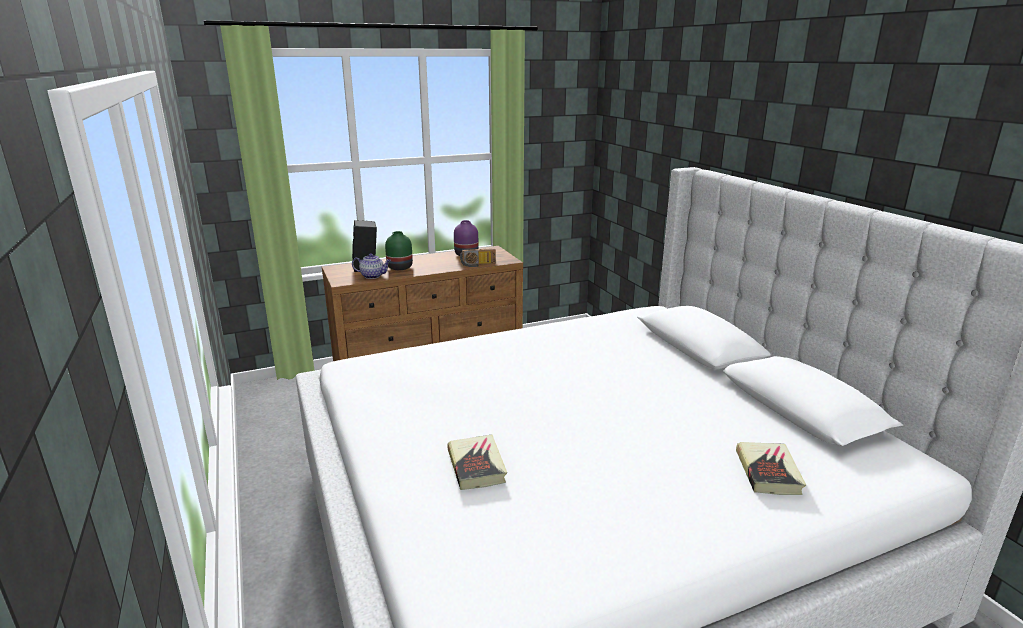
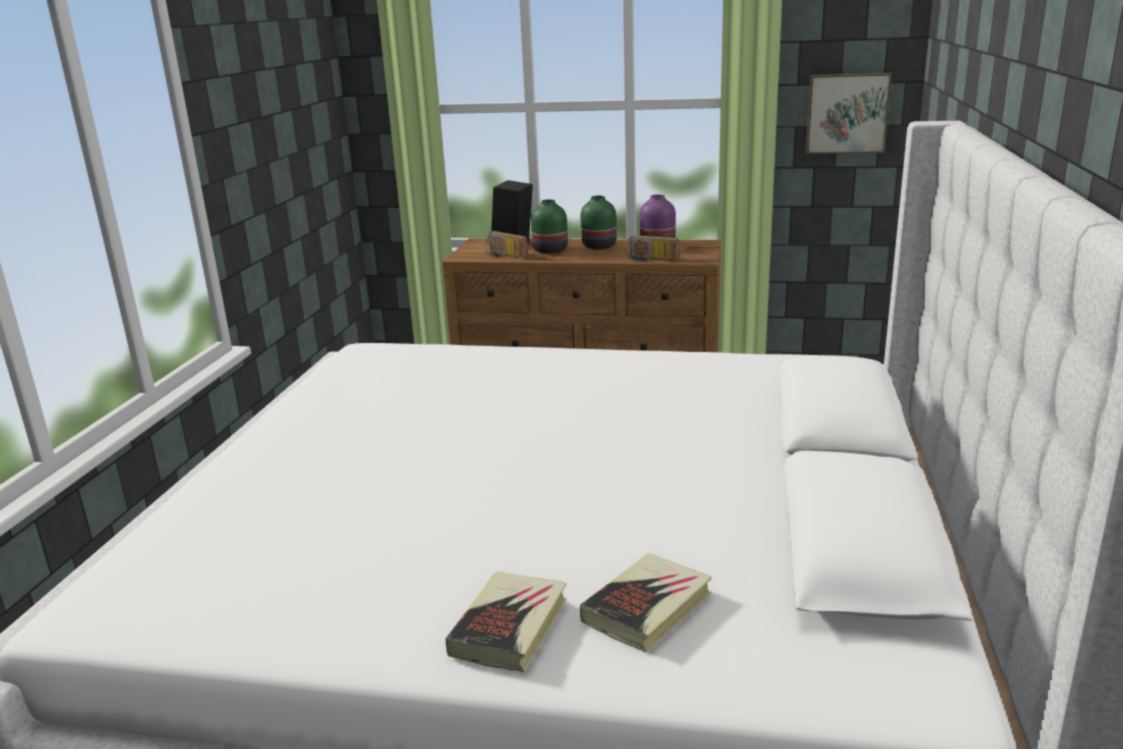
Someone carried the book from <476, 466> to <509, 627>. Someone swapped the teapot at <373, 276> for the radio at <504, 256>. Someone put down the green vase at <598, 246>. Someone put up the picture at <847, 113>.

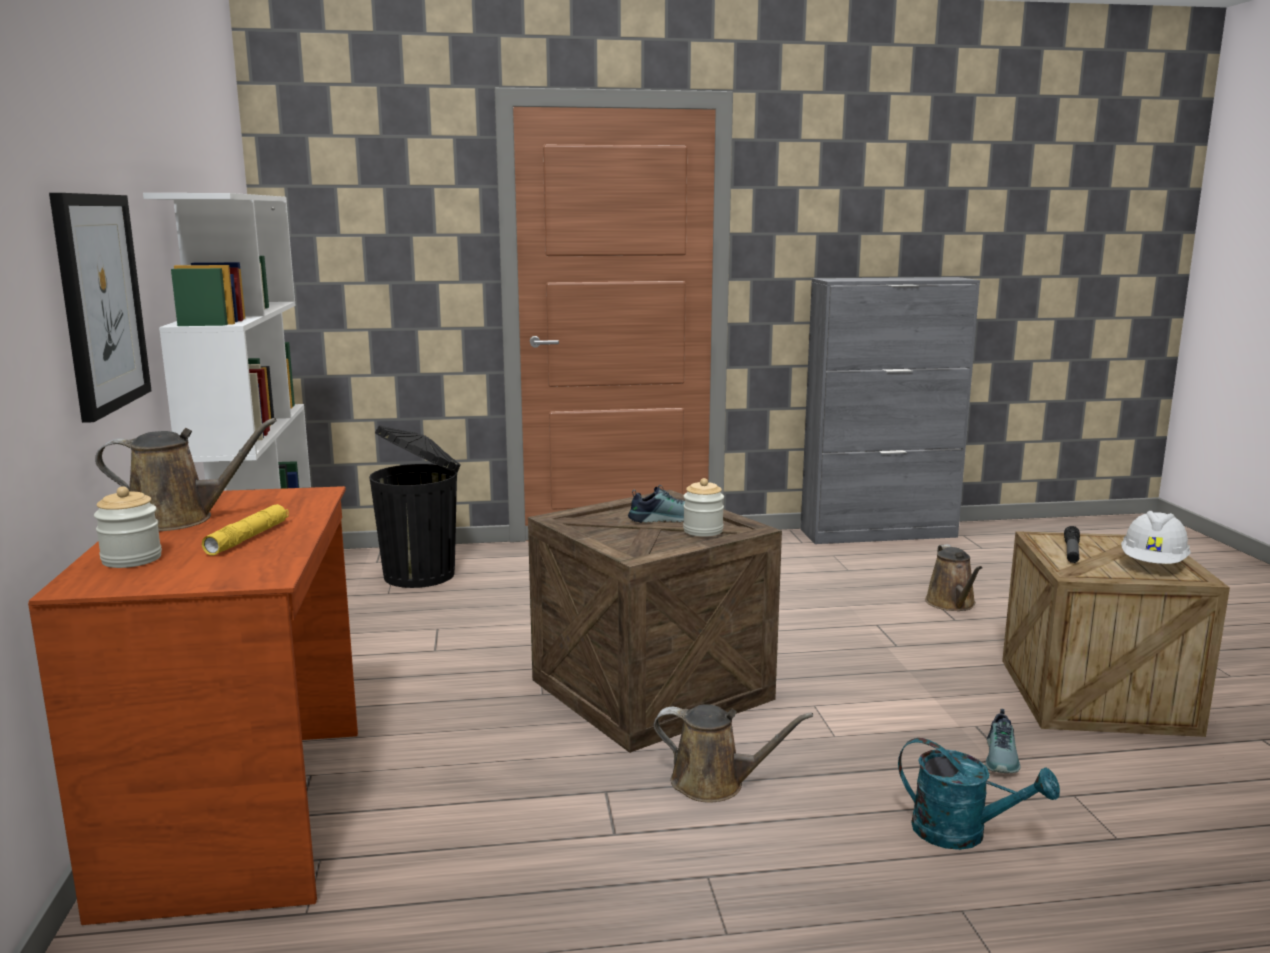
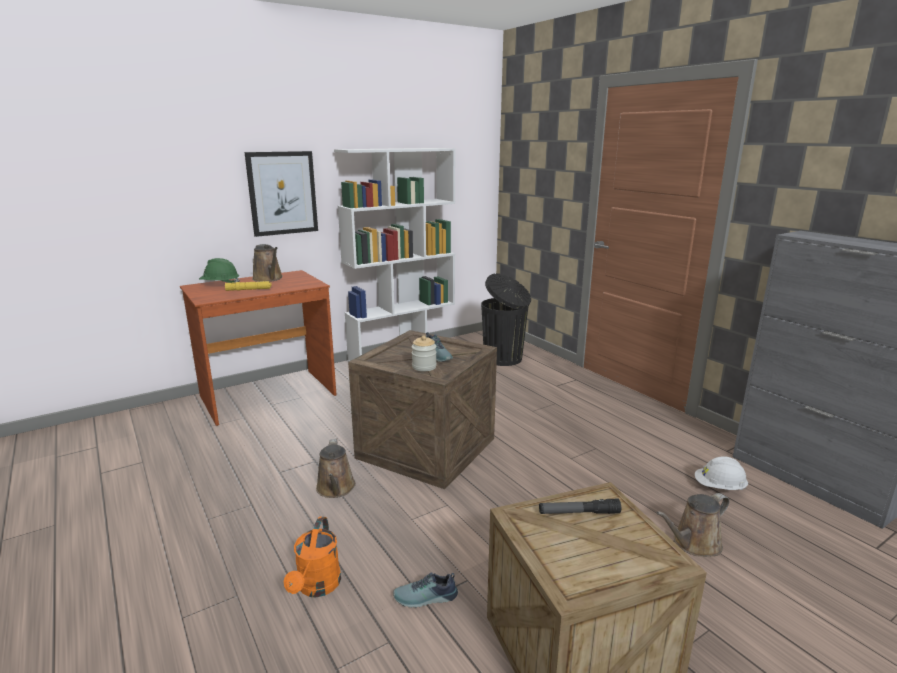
Someone swapped the jar at <132, 559> for the green hard hat at <220, 284>. Someone repainted the turquoise watering can at <962, 833>, which became the orange watering can at <317, 587>. Someone carried the white hard hat from <1153, 565> to <719, 487>.

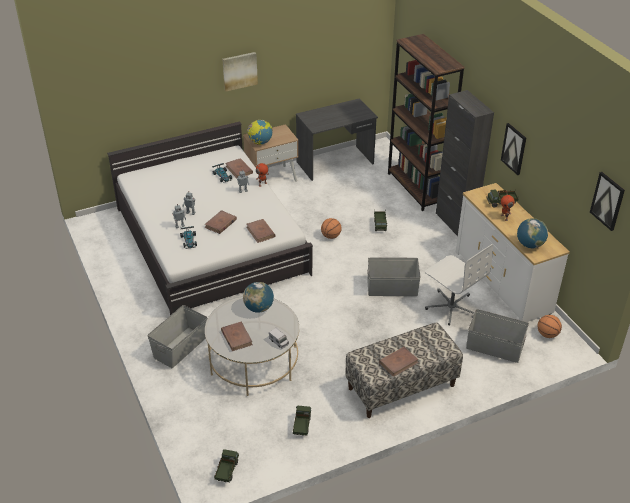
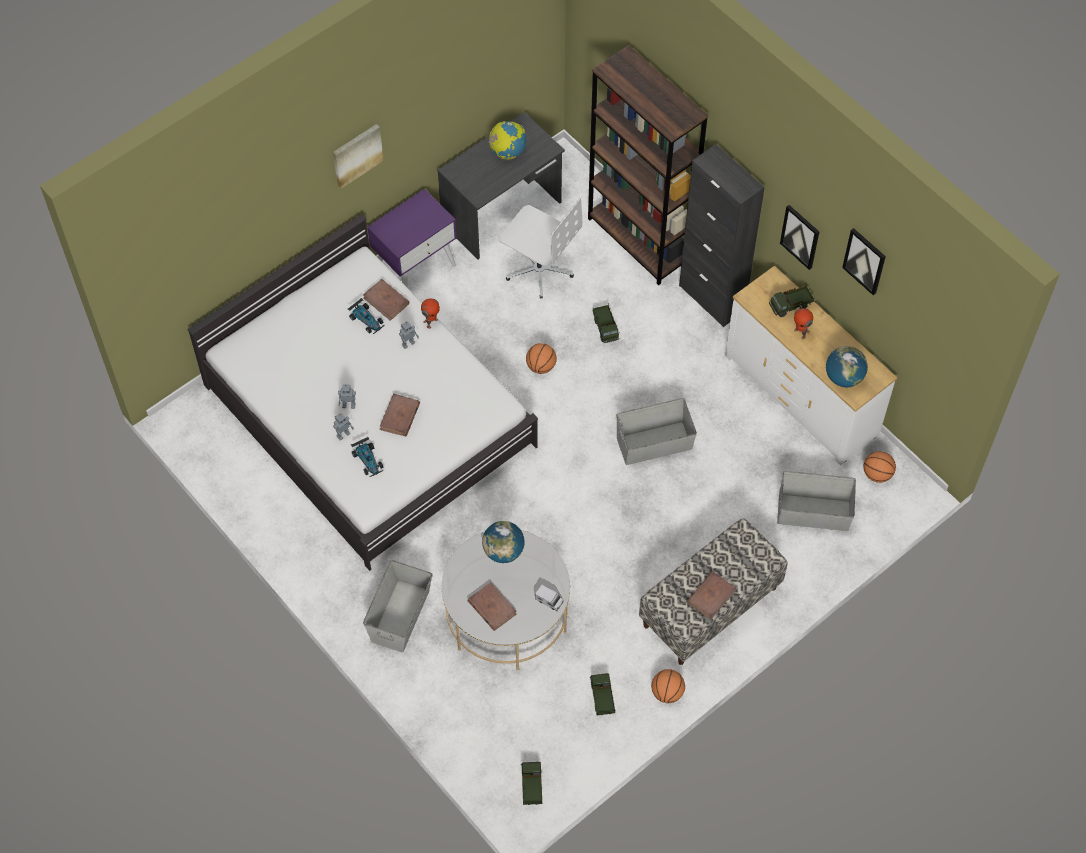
Someone repainted the beige nightstand at <272, 178>, which became the purple nightstand at <416, 267>. Someone carried the globe from <260, 142> to <507, 152>. Someone carried the white office chair from <451, 307> to <539, 269>. Someone put down the basketball at <667, 692>. Someone carried the picture from <607, 201> to <865, 260>. Someone took away the brown book at <260, 232>.

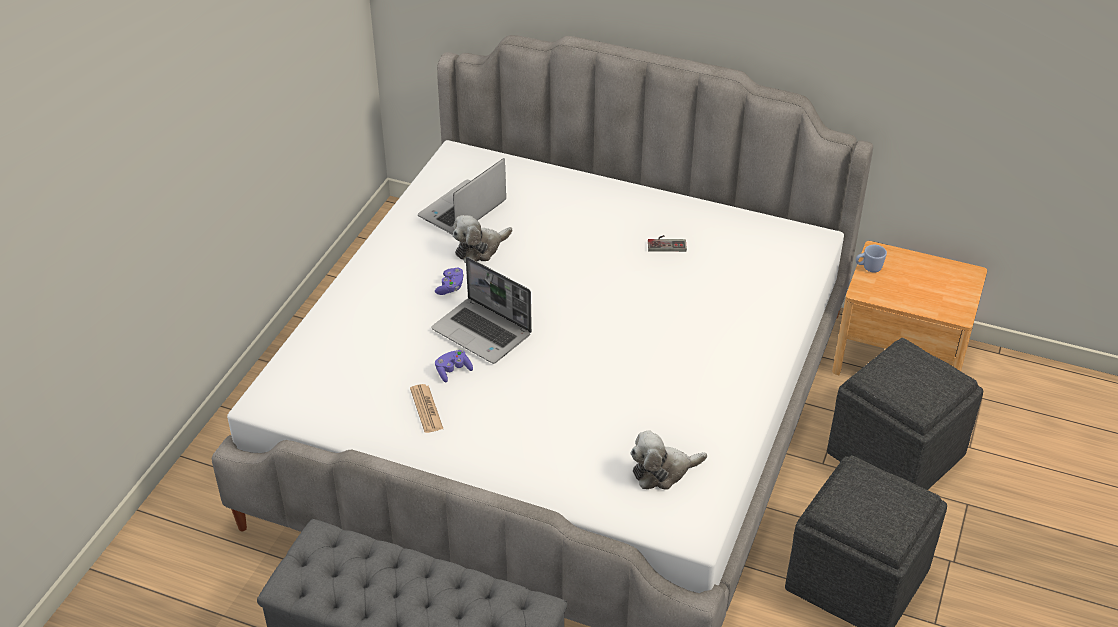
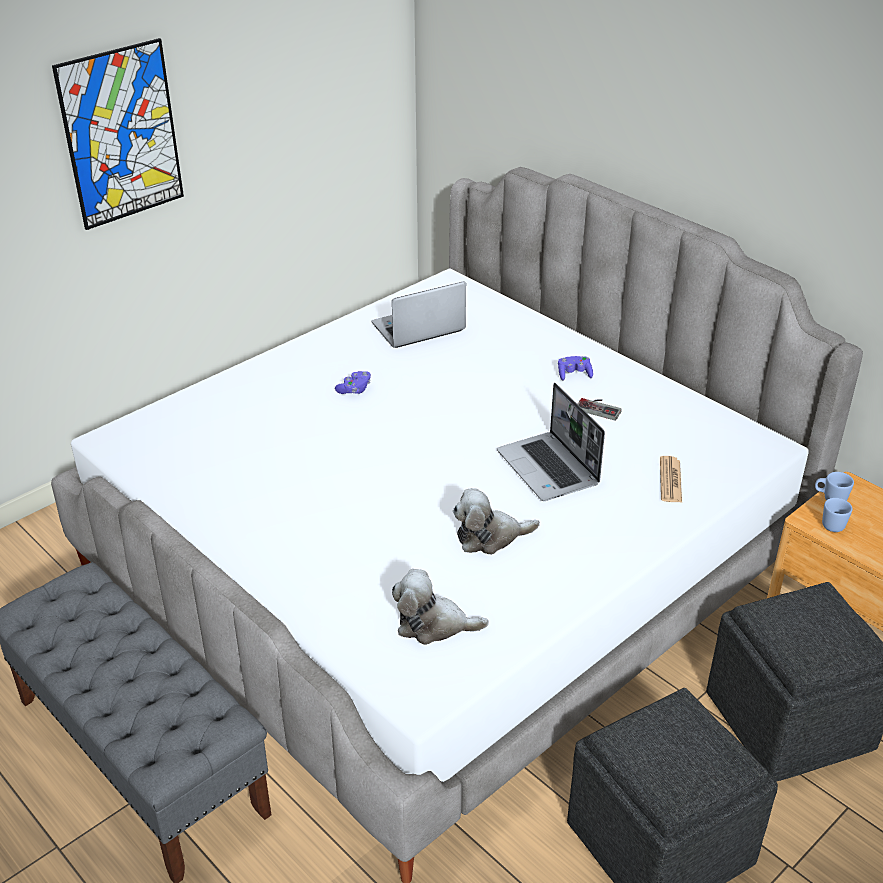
Someone put up the picture at <121, 135>. Someone carried the plush toy from <480, 249> to <490, 537>. Someone carried the laptop from <483, 332> to <549, 469>. Someone carried the purple game controller from <453, 371> to <574, 374>. Someone carried the newspaper from <426, 409> to <670, 480>. Someone put down the blue mug at <833, 523>.

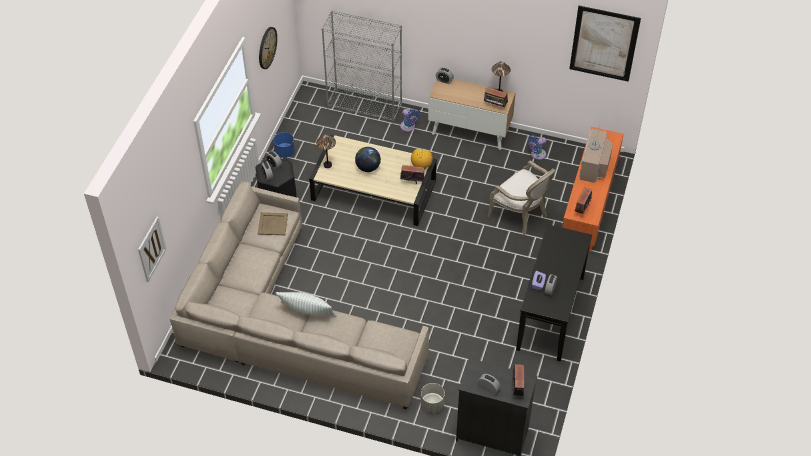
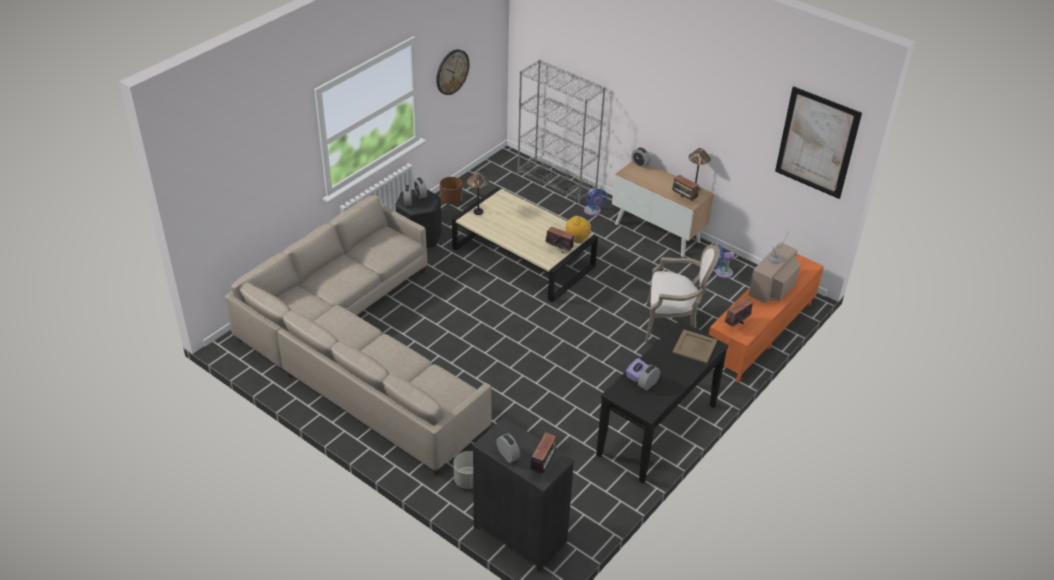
Someone repainted the blue planter at <284, 152>, which became the brown planter at <451, 200>. Someone rotated the armchair at <521, 215> by 60 degrees counterclockwise. Someone carried the beige tray from <273, 224> to <695, 346>. Someone took away the picture at <151, 249>. Someone took away the pillow at <307, 312>. Someone took away the globe at <368, 167>.

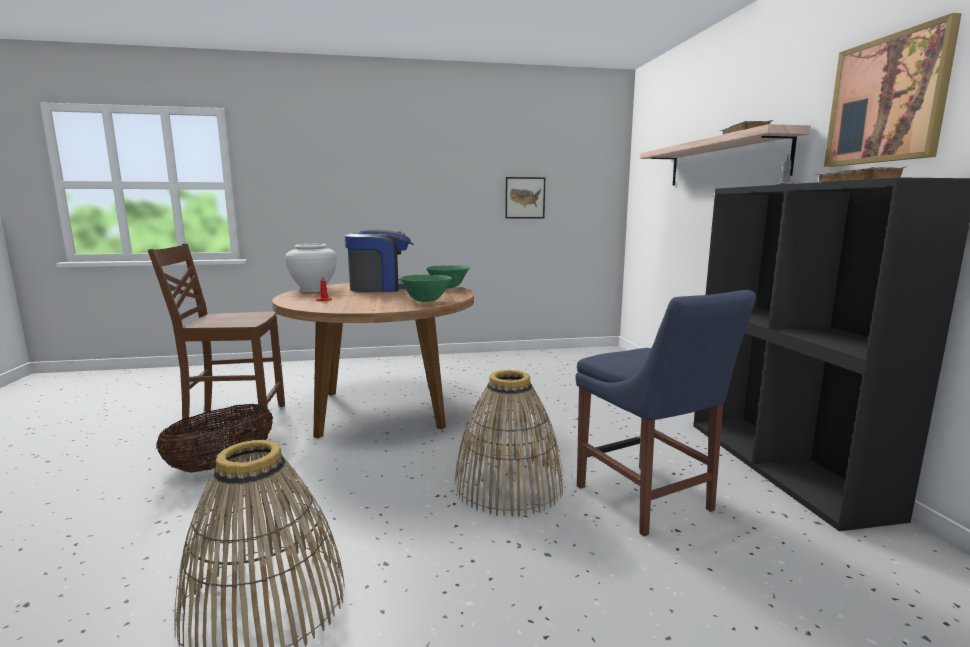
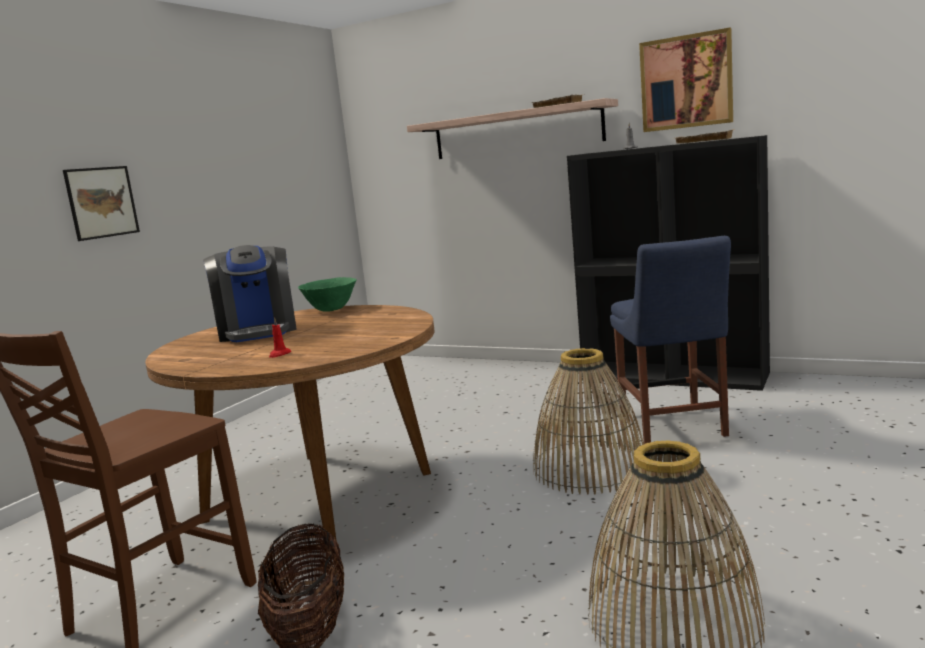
Someone carried the picture from <525, 198> to <102, 202>. Someone rotated the coffee machine at <381, 288> by 135 degrees clockwise. Someone rotated the blue chair at <647, 501> by 75 degrees clockwise. Someone took away the white vase at <313, 290>. Someone took away the green bowl at <426, 301>.

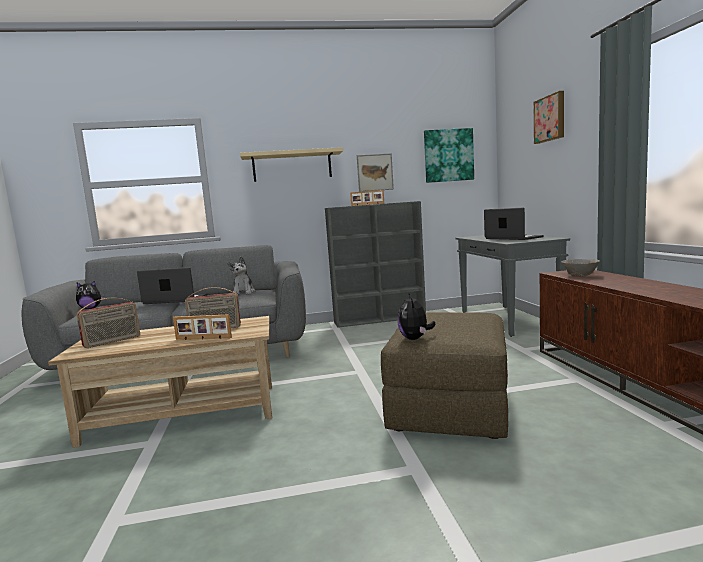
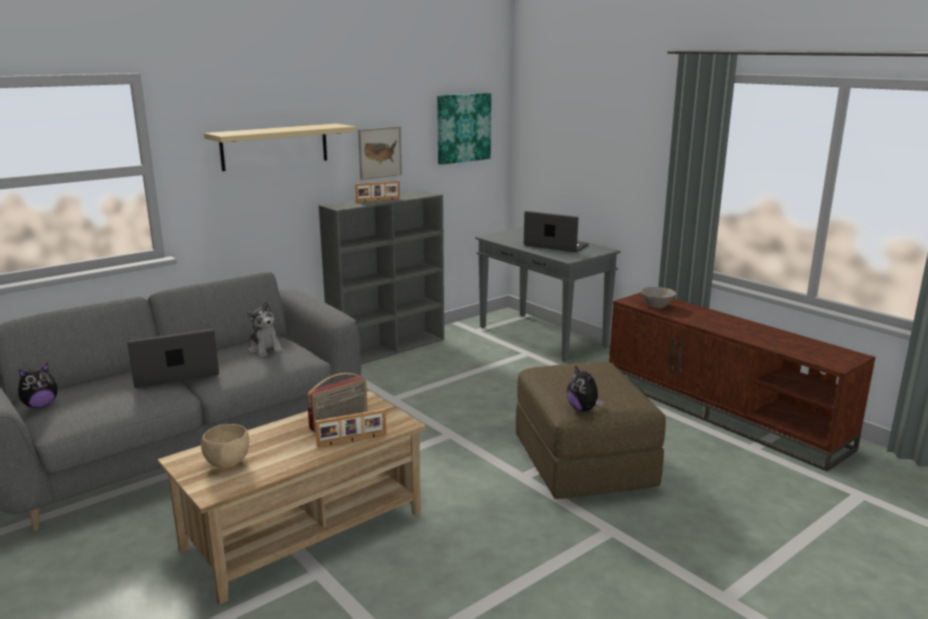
Someone swapped the radio at <112, 341> for the beige bowl at <228, 463>. Someone took away the picture at <550, 118>.

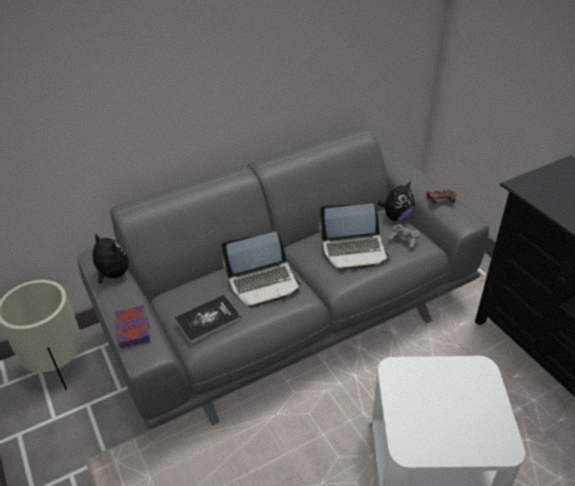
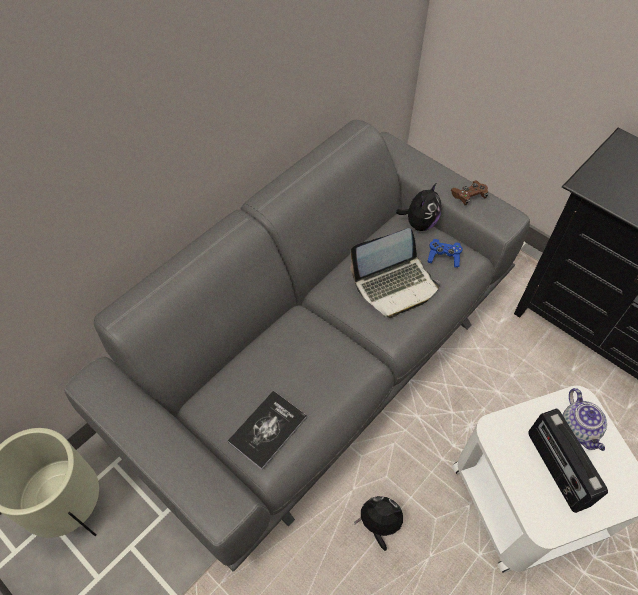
Someone carried the plush toy from <112, 275> to <379, 524>. Someone repainted the grey game controller at <404, 240>, which became the blue game controller at <443, 257>. Someone put down the radio at <556, 469>. Someone put down the teapot at <579, 429>. Someone took away the purple book at <134, 329>. Someone took away the laptop at <263, 283>.

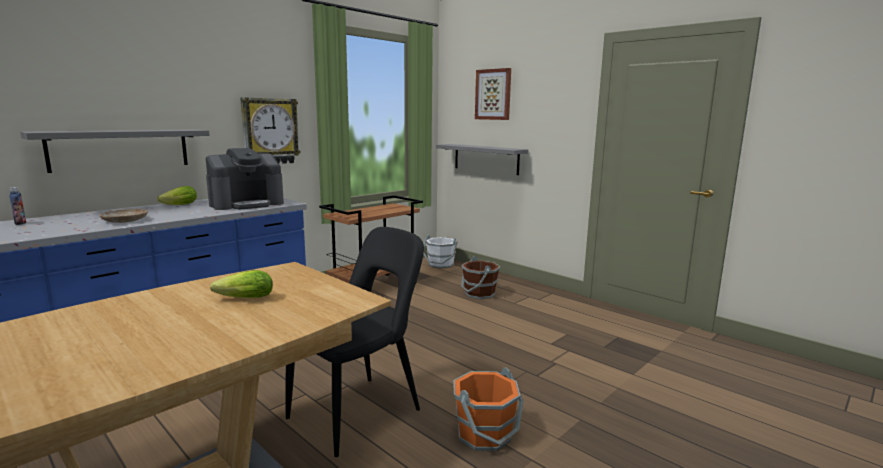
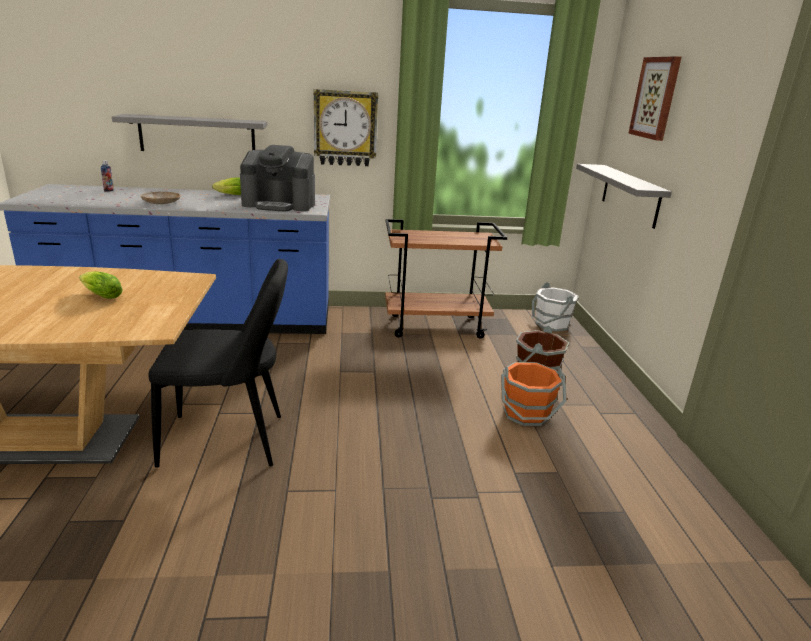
Someone carried the orange bucket from <485, 434> to <526, 414>.

